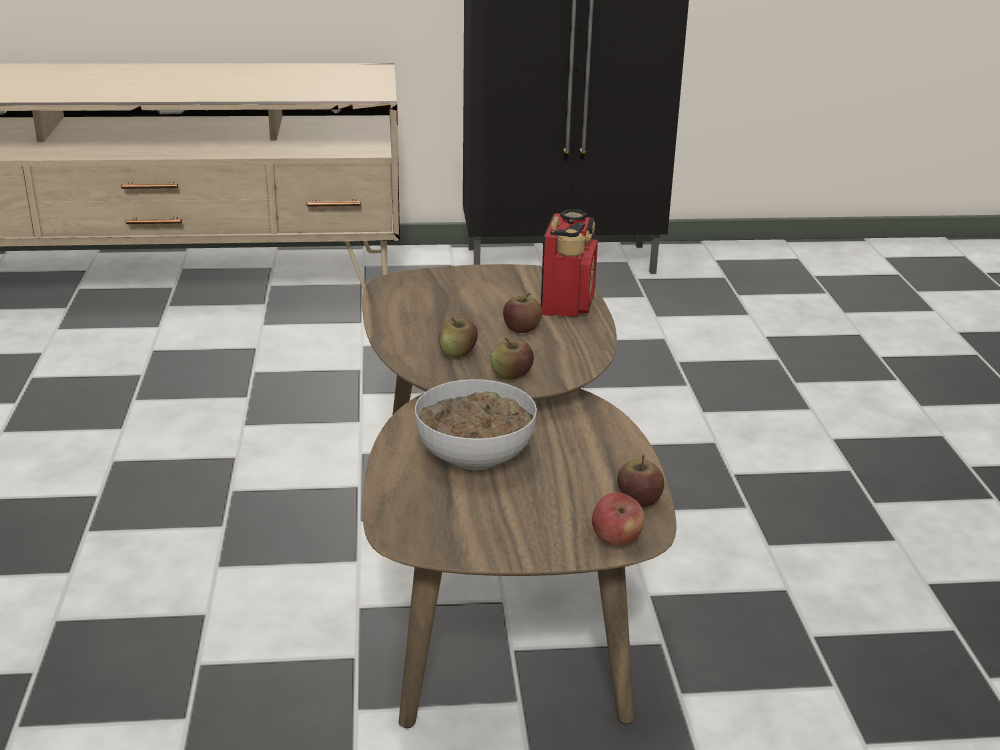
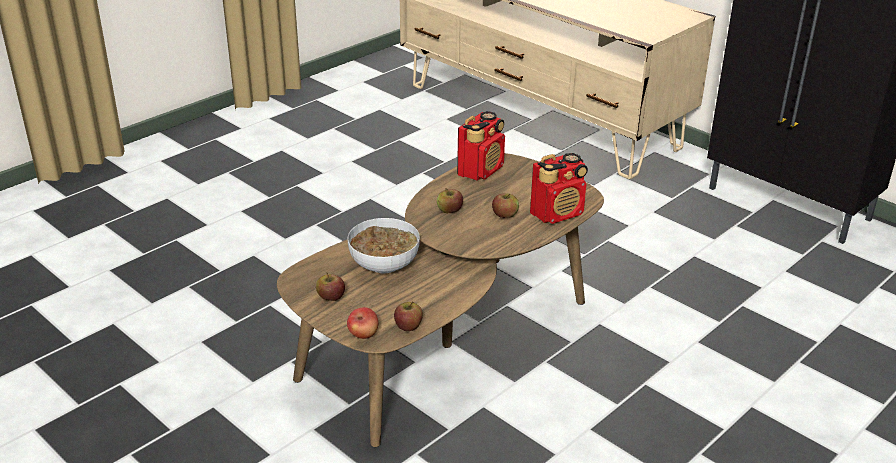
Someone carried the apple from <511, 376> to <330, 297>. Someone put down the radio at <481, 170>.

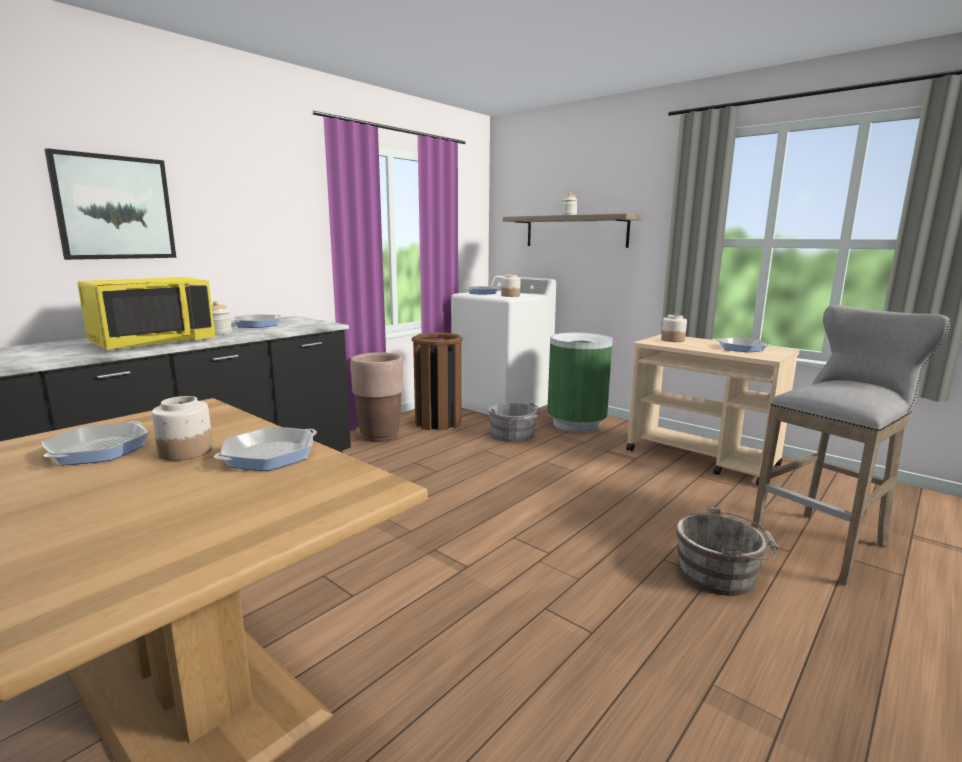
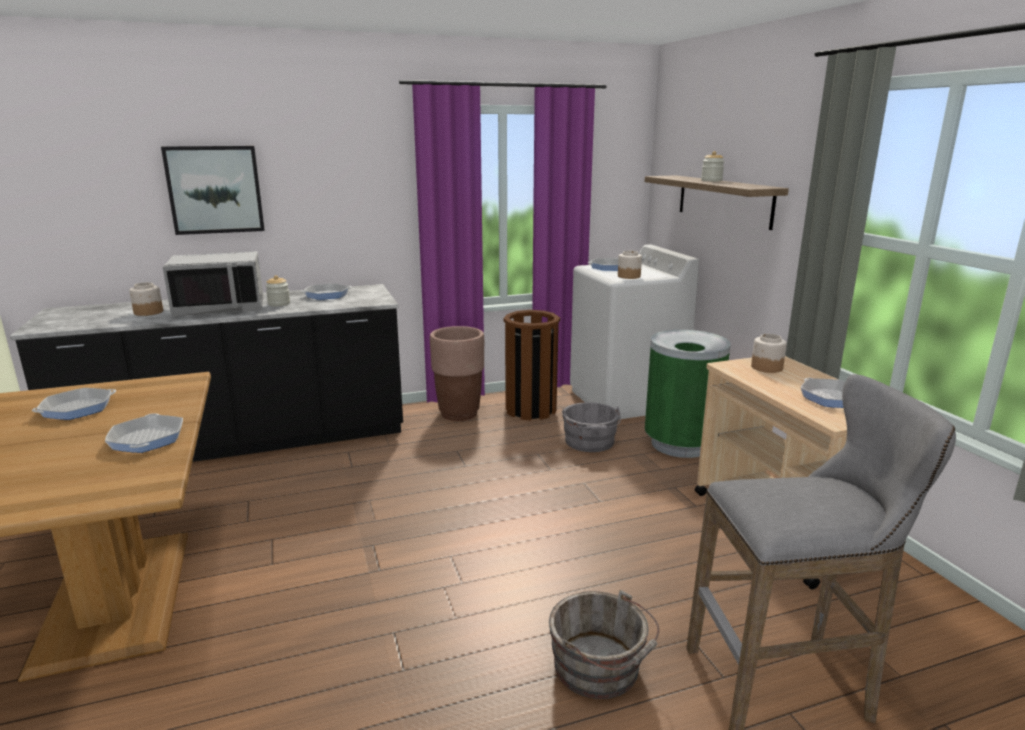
Someone rotated the frying pan at <269, 455> by 90 degrees counterclockwise. Someone carried the jar from <185, 452> to <148, 312>. Someone repainted the yellow microwave at <153, 341>, which became the grey microwave at <220, 308>.

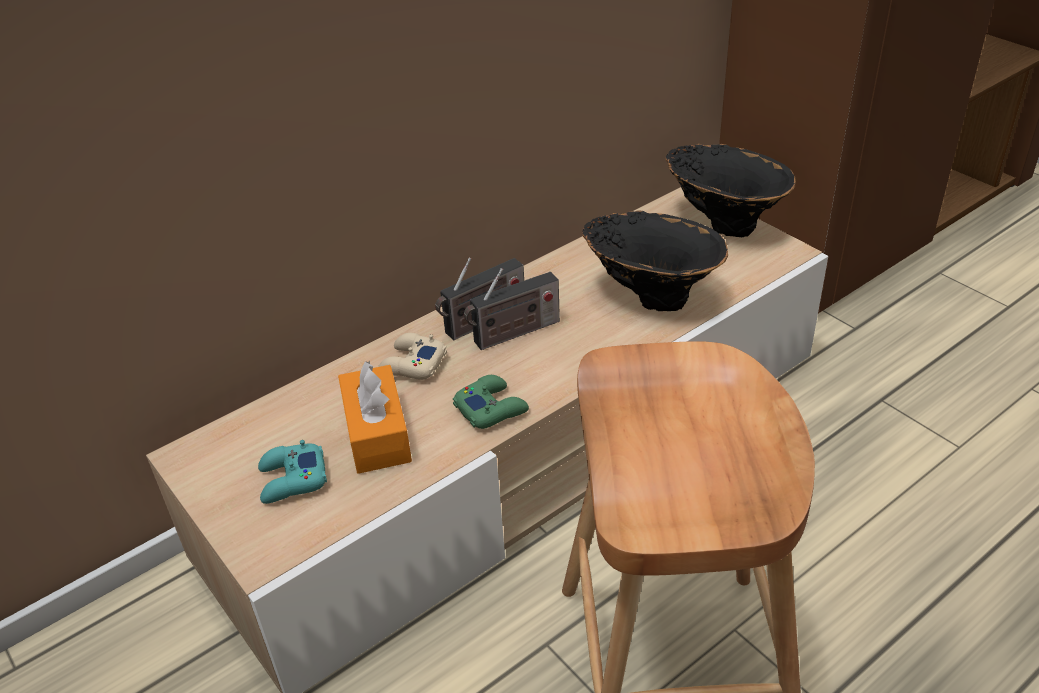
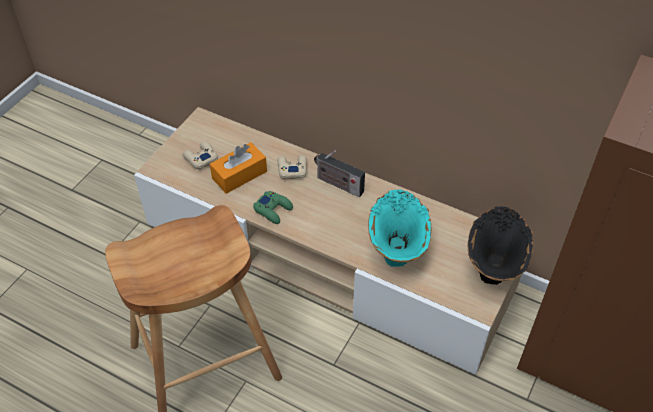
Someone repainted the turquoise game controller at <292, 480>, which became the beige game controller at <200, 158>. Someone repainted the black vase at <651, 295>, which became the turquoise vase at <397, 249>. Someone took away the radio at <513, 334>.

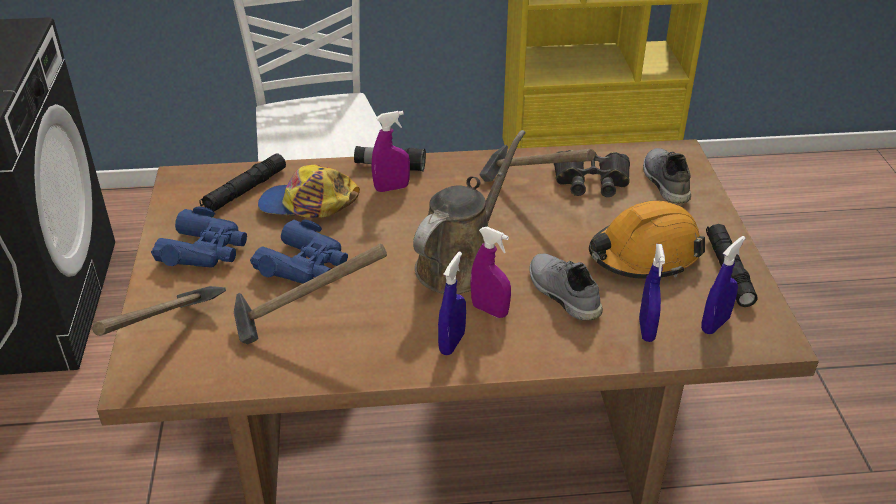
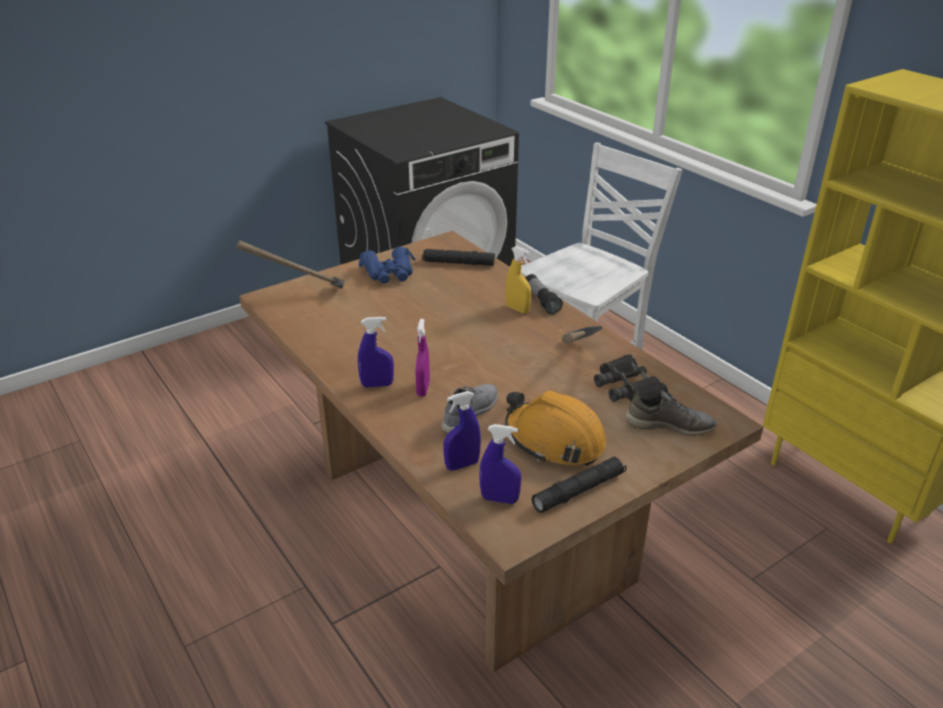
Someone repainted the purple spray bottle at <391, 188>, which became the yellow spray bottle at <517, 309>. Someone rotated the grey shoe at <664, 182> by 45 degrees clockwise. Someone took away the hammer at <306, 327>. Someone took away the blue binoculars at <305, 265>. Someone took away the cap at <308, 204>. Someone took away the brown watering can at <461, 263>.

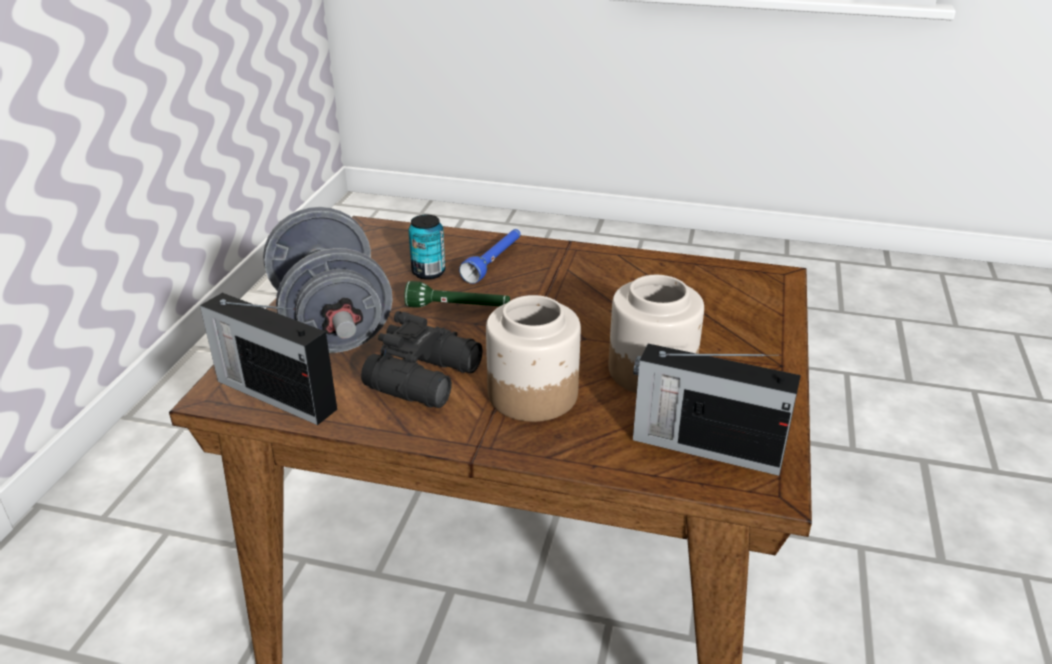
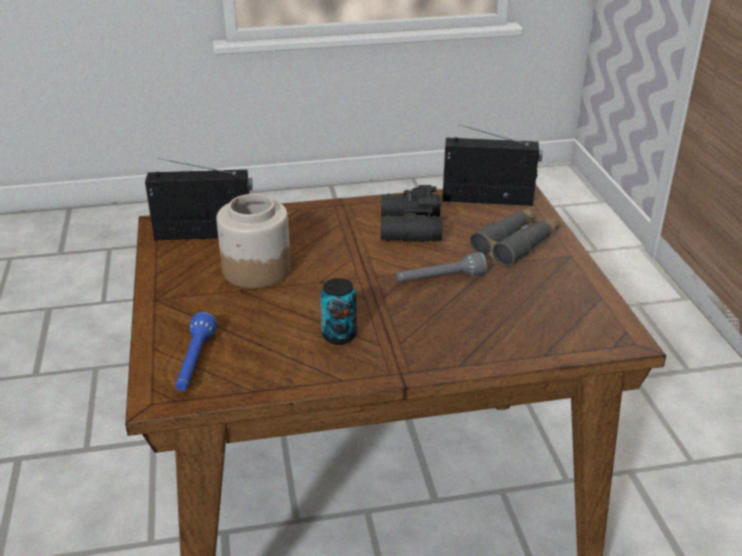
Someone carried the blue flashlight from <494, 262> to <194, 363>. Someone carried the can from <428, 272> to <339, 335>. Someone repainted the green flashlight at <458, 308>, which became the grey flashlight at <439, 279>. Someone swapped the grey dumbbell at <332, 324> for the grey binoculars at <516, 244>. Someone took away the jar at <531, 394>.

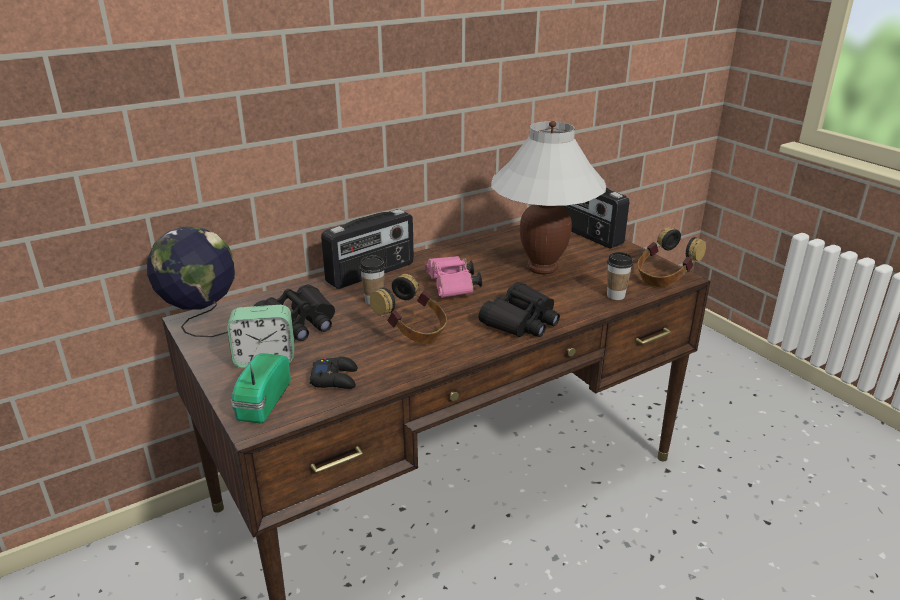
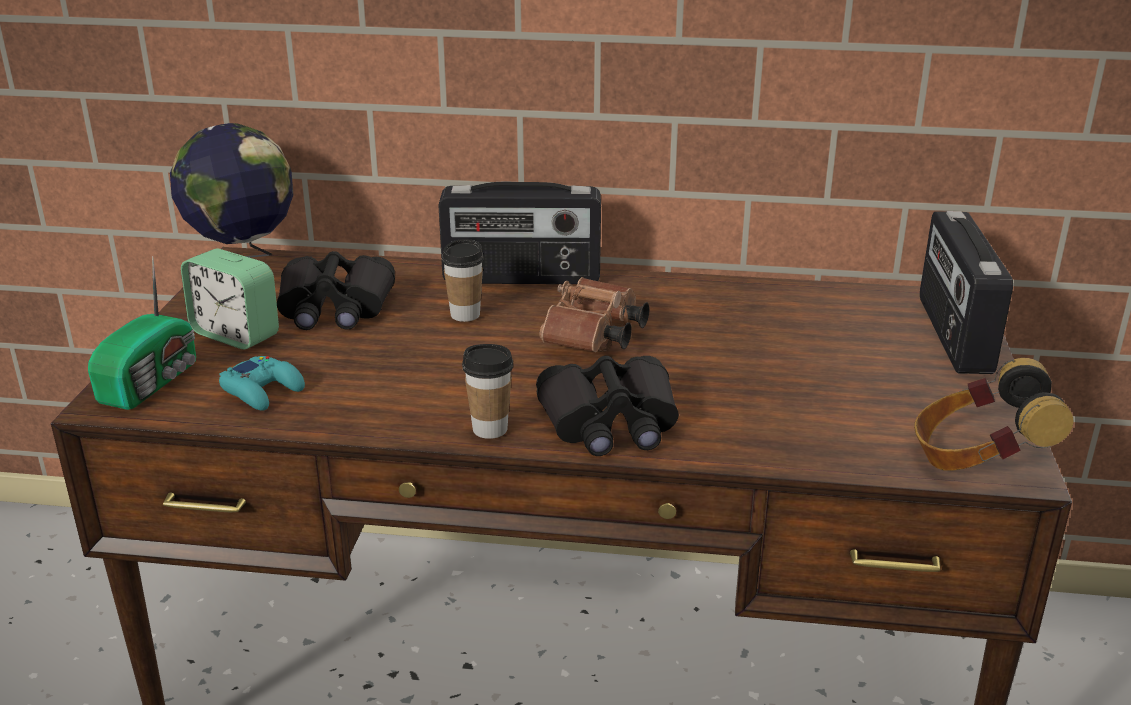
Someone rotated the radio at <261, 402> by 150 degrees clockwise. Someone repainted the black game controller at <335, 379>, which became the turquoise game controller at <263, 390>. Someone carried the cup from <615, 296> to <490, 429>. Someone repainted the pink binoculars at <453, 288>, which became the brown binoculars at <593, 338>. Someone took away the headphones at <413, 333>. Someone took away the white table lamp at <543, 268>.

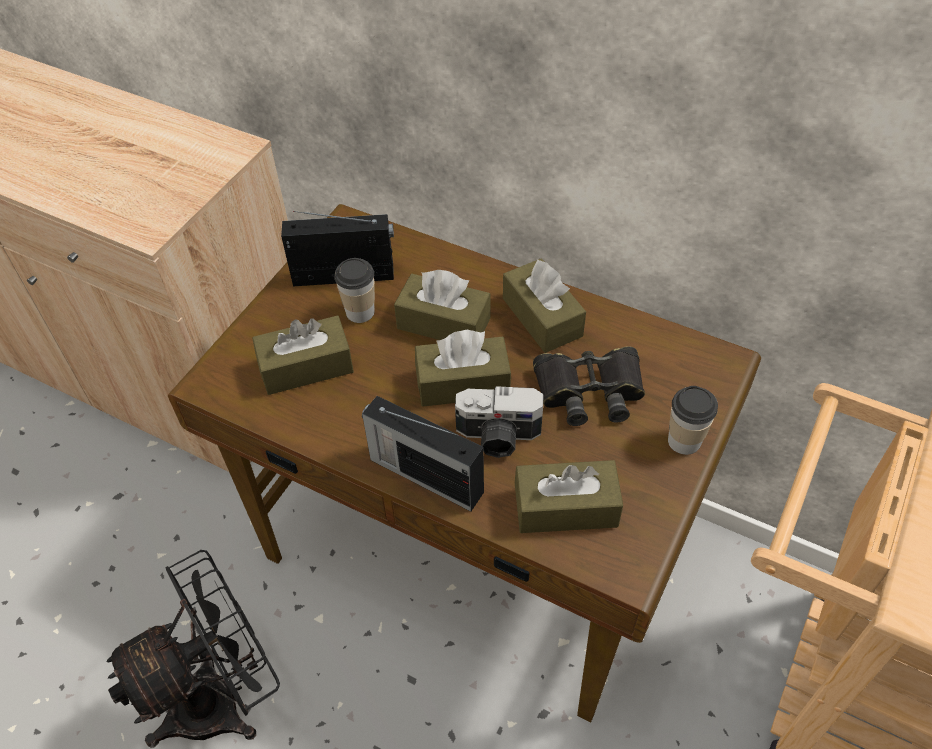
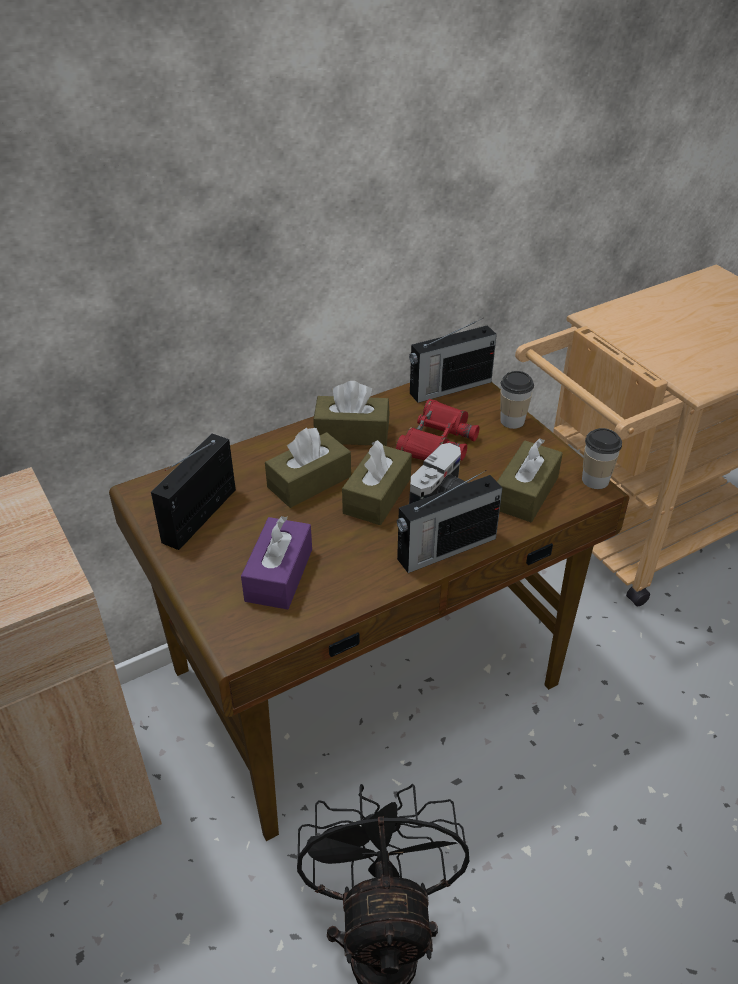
Someone repainted the brown tissue box at <306, 367>, which became the purple tissue box at <279, 575>. Someone repainted the black binoculars at <589, 390>, which became the red binoculars at <437, 440>. Someone put down the radio at <449, 388>. Someone carried the cup from <360, 312> to <595, 480>.

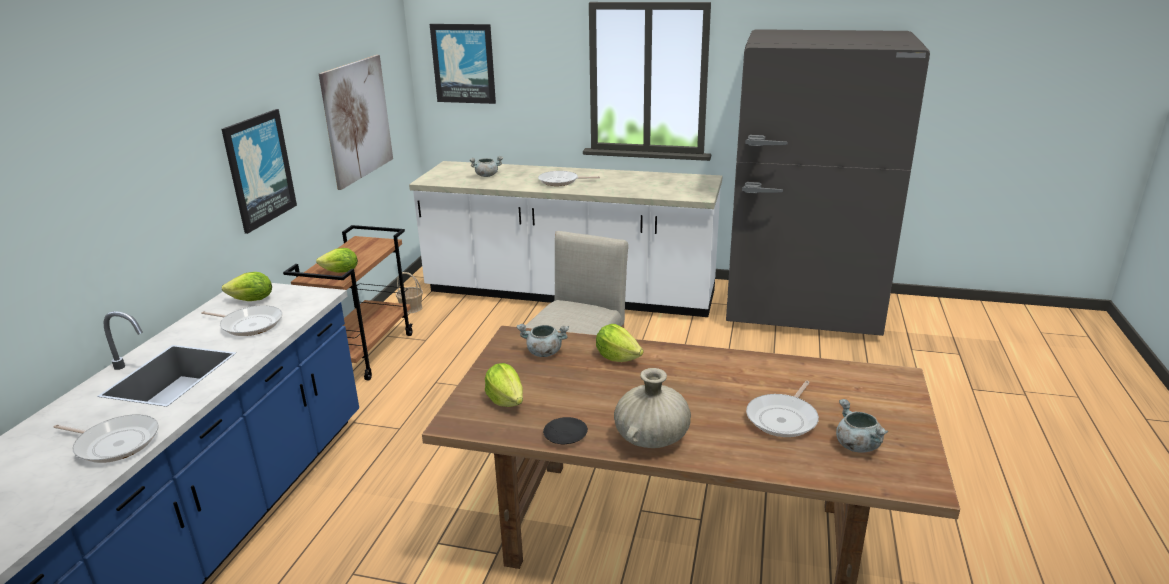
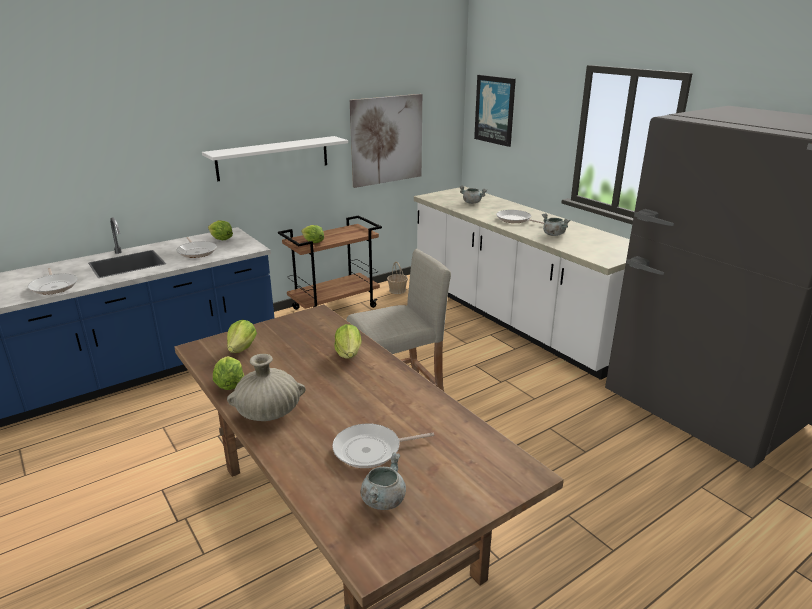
Someone swapped the picture at <259, 169> for the white shelf at <273, 158>. Someone swapped the black plate at <565, 436> for the lettuce at <229, 385>. Someone carried the grey cooking pot from <543, 352> to <553, 234>.

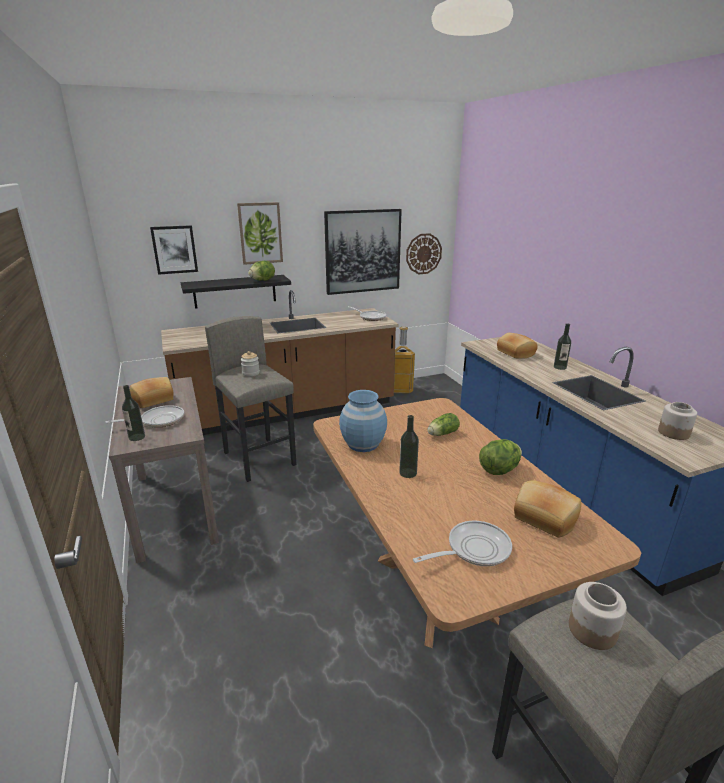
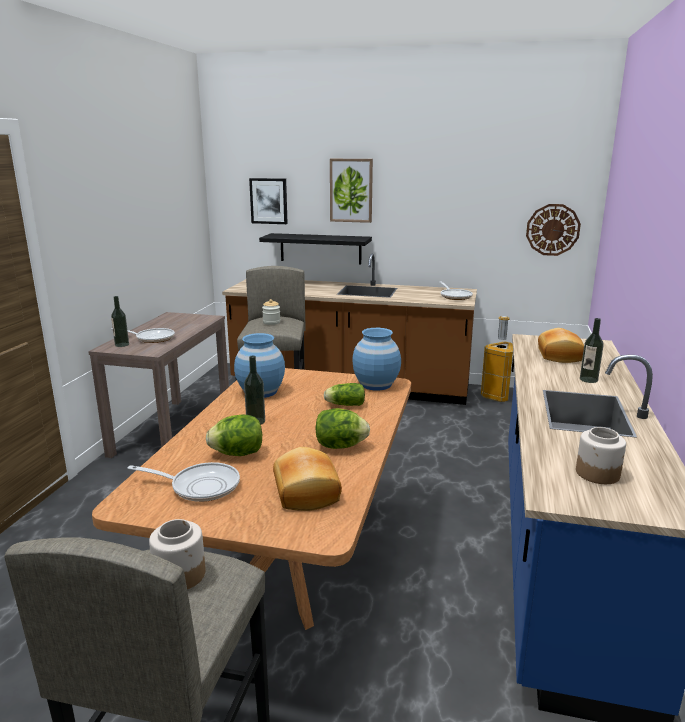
Someone carried the lettuce from <262, 280> to <237, 454>. Someone put down the blue vase at <376, 384>. Someone took away the bread at <153, 399>. Someone took away the picture at <363, 251>.

